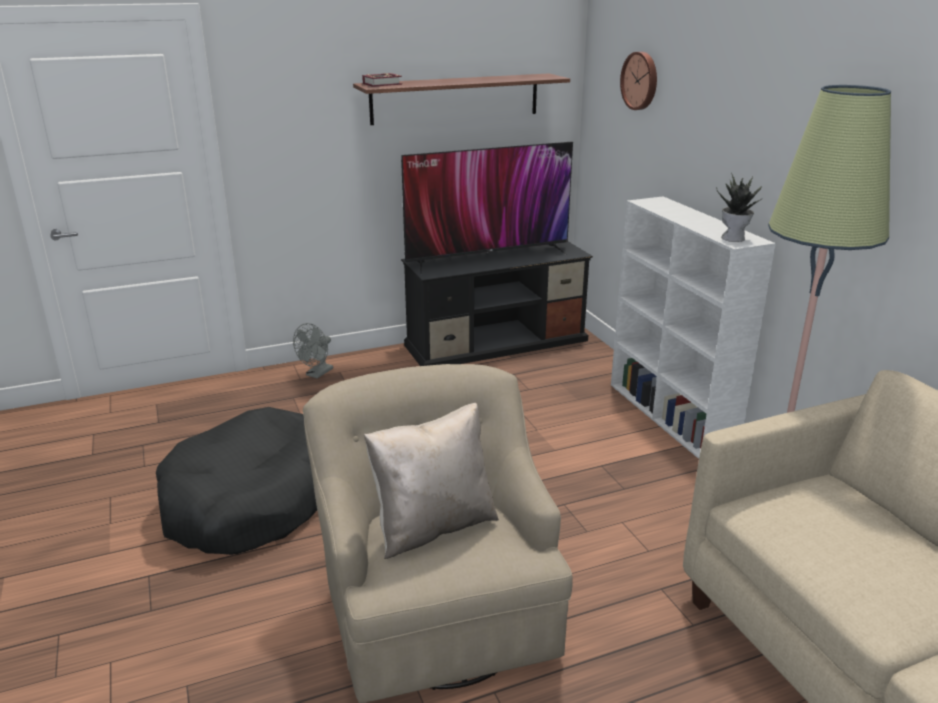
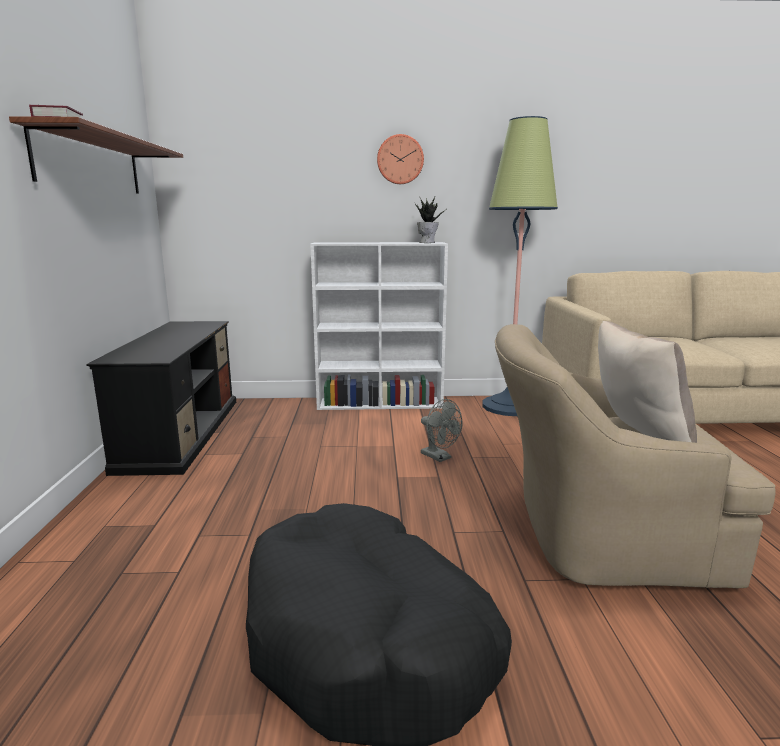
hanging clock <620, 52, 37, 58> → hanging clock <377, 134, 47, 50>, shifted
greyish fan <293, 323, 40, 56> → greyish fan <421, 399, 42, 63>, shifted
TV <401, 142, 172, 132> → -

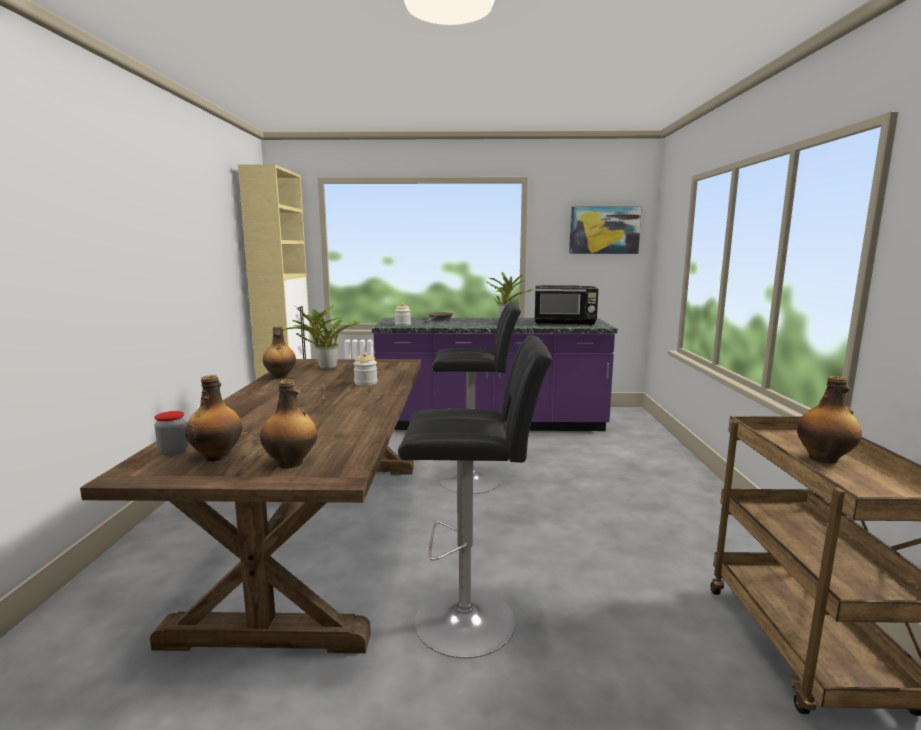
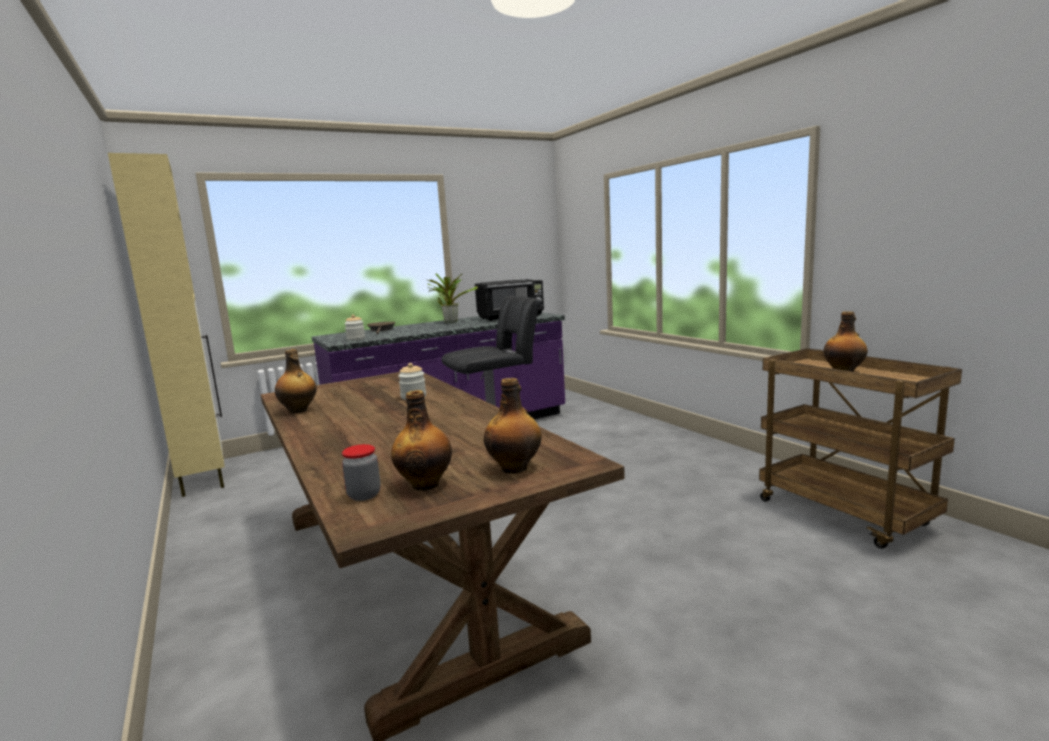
houseplant <283, 305, 77, 65> → -
blackish stool <398, 335, 155, 323> → -
picture <569, 206, 73, 48> → -

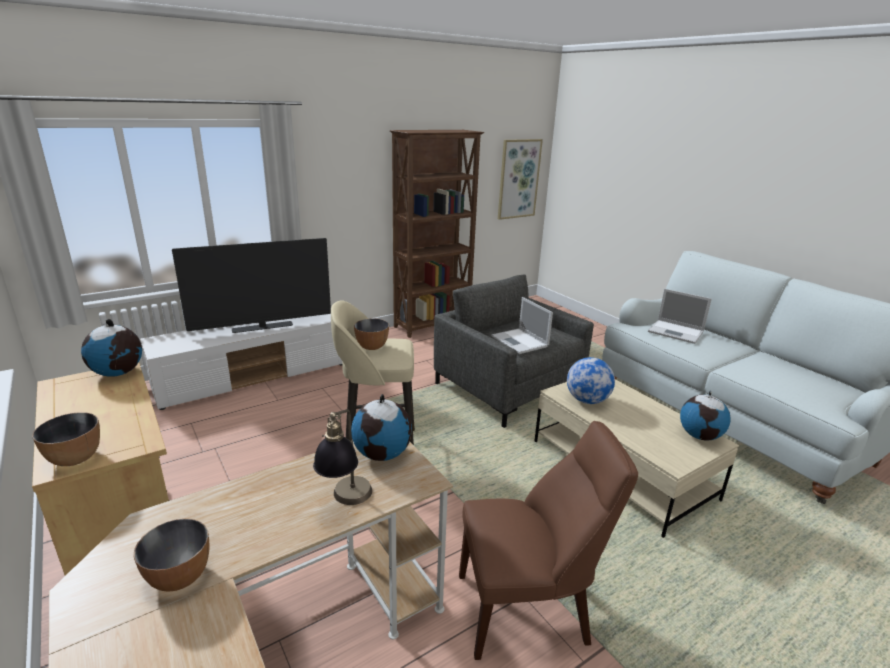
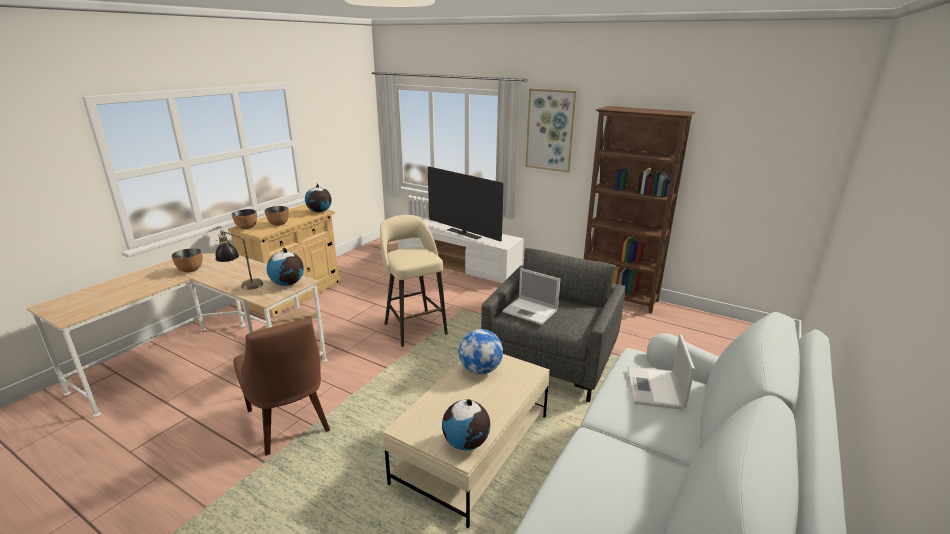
bowl <354, 319, 35, 31> → bowl <264, 206, 25, 20>, shifted
notebook computer <491, 297, 62, 57> → notebook computer <502, 268, 58, 57>, 90 degrees counterclockwise
picture <498, 139, 45, 81> → picture <525, 88, 52, 85>, shifted

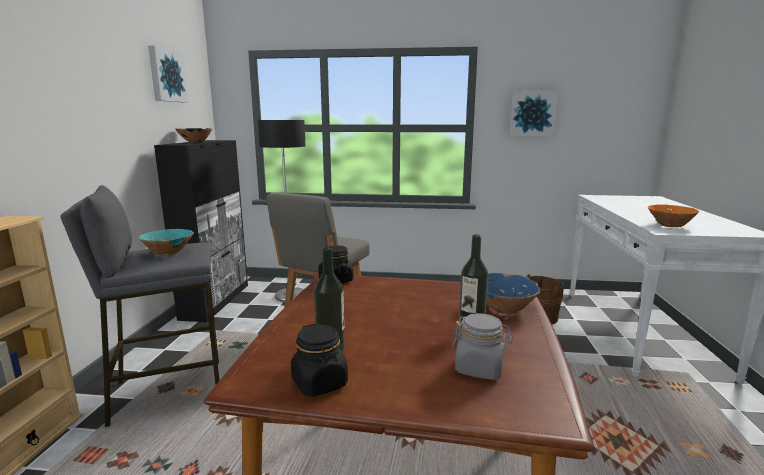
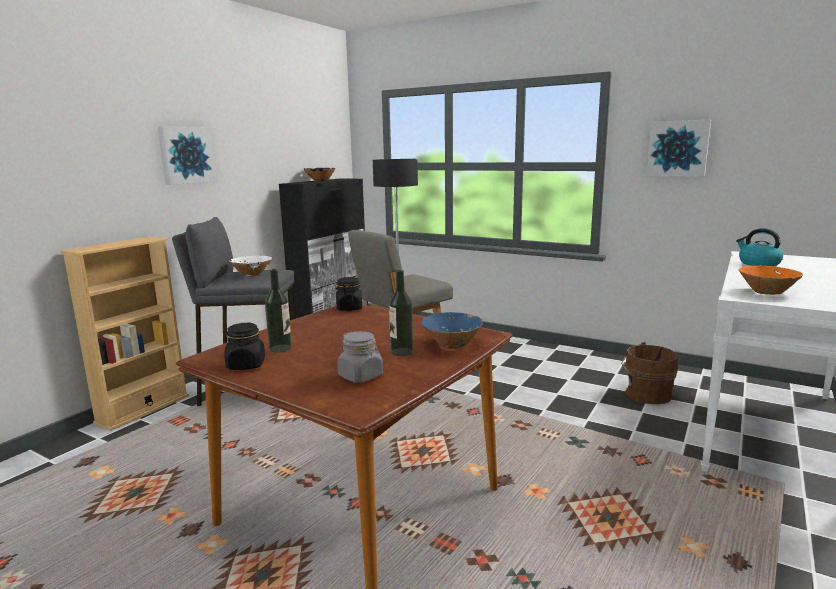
picture <148, 46, 40, 56> → picture <158, 126, 58, 59>, shifted
turquoise-coloured bowl <138, 229, 56, 26> → white bowl <230, 256, 42, 20>
- → tea kettle <736, 228, 47, 38>

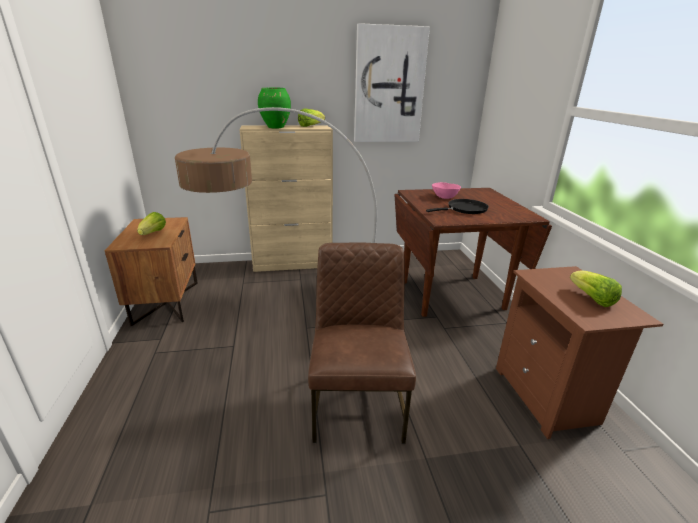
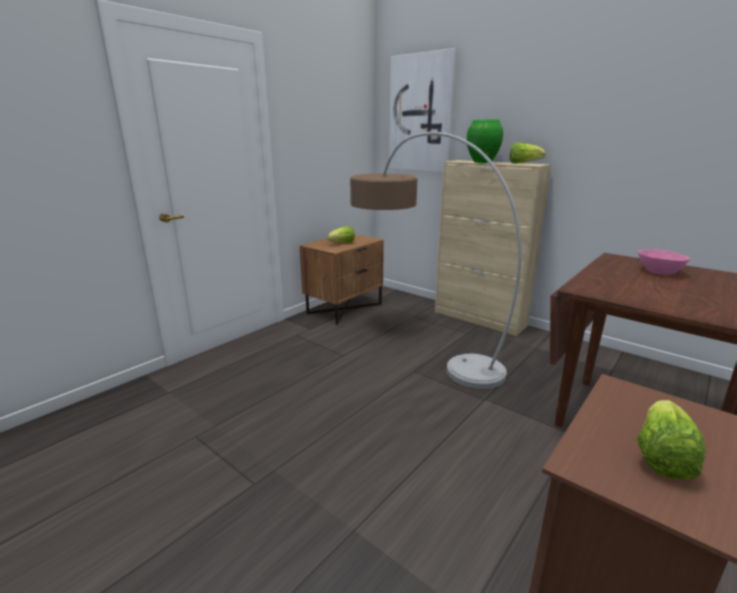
picture <354, 23, 76, 119> → picture <389, 48, 67, 124>, shifted
brownish upright chair <308, 242, 108, 202> → -
blackish skillet <426, 199, 63, 15> → -

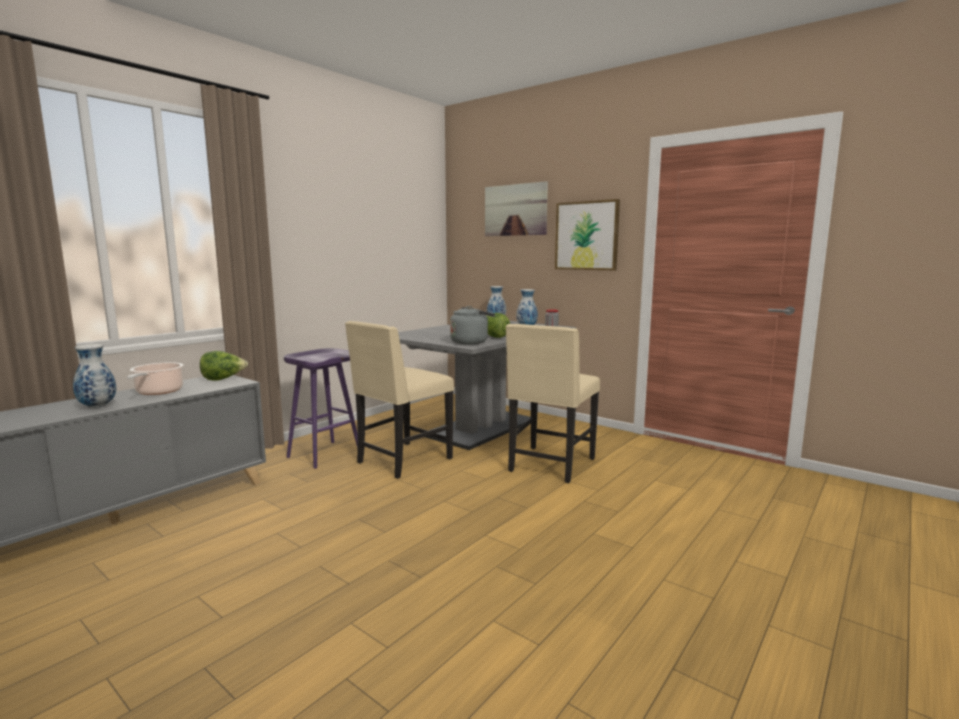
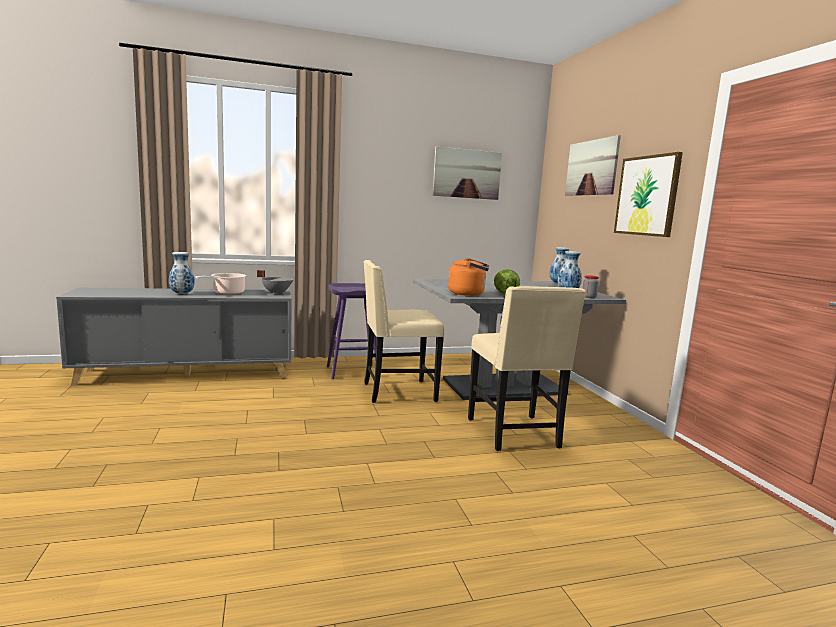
lettuce <200, 351, 48, 30> → greyish cooking pot <257, 270, 37, 24>
- → picture <433, 146, 69, 54>
greyish tea kettle <450, 306, 45, 39> → orangey tea kettle <448, 258, 42, 38>
sand-coloured upright chair <505, 324, 95, 159> → sand-coloured upright chair <468, 286, 118, 165>, 75 degrees counterclockwise

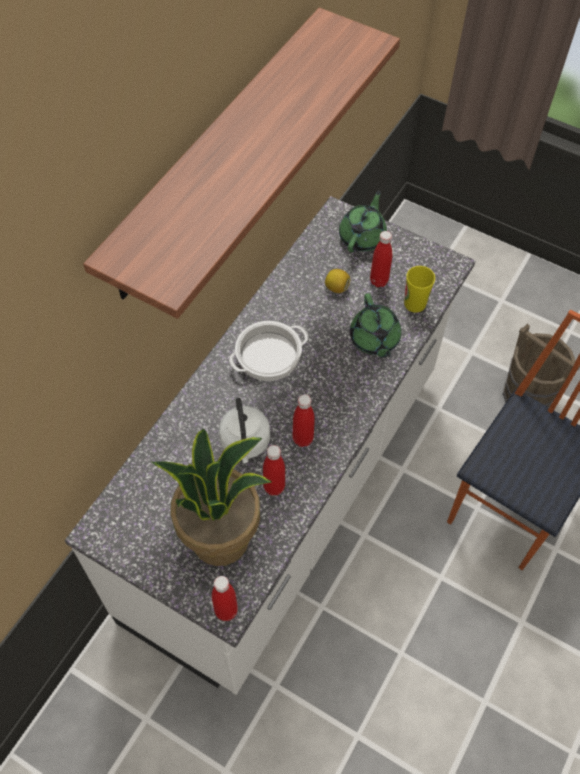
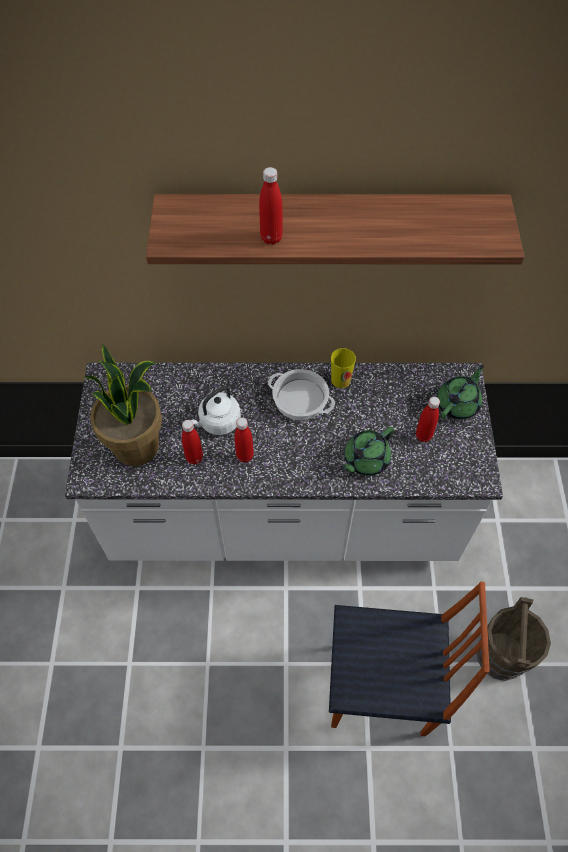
red-coloured drink bottle <212, 576, 26, 45> → red-coloured drink bottle <259, 167, 24, 78>, shifted
drinking cup <404, 266, 31, 47> → drinking cup <331, 348, 25, 40>, shifted
green-coloured teapot <339, 190, 48, 62> → green-coloured teapot <437, 365, 47, 55>, 45 degrees counterclockwise
lemon <325, 269, 25, 24> → -

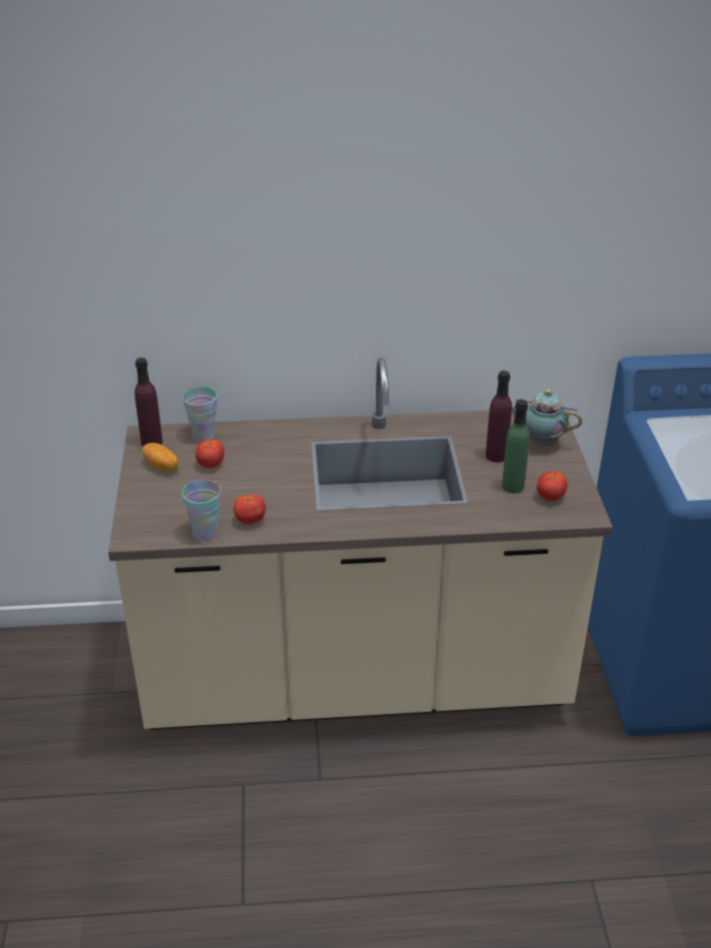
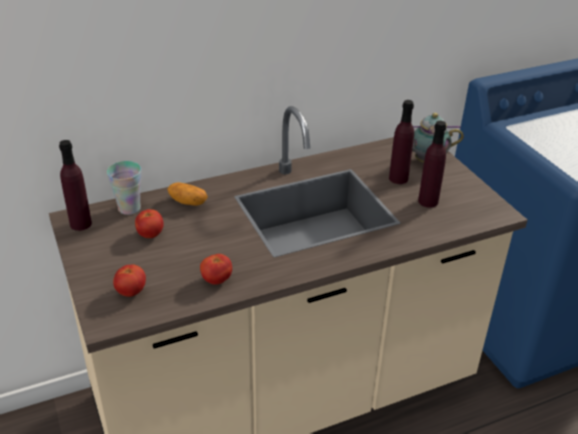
tomato <537, 471, 31, 30> → tomato <113, 264, 33, 33>, shifted
potato <142, 443, 37, 29> → potato <168, 182, 40, 24>, shifted
green-coloured drink bottle <502, 399, 28, 94> → purple drink bottle <418, 121, 28, 87>
drinking cup <182, 480, 39, 61> → -

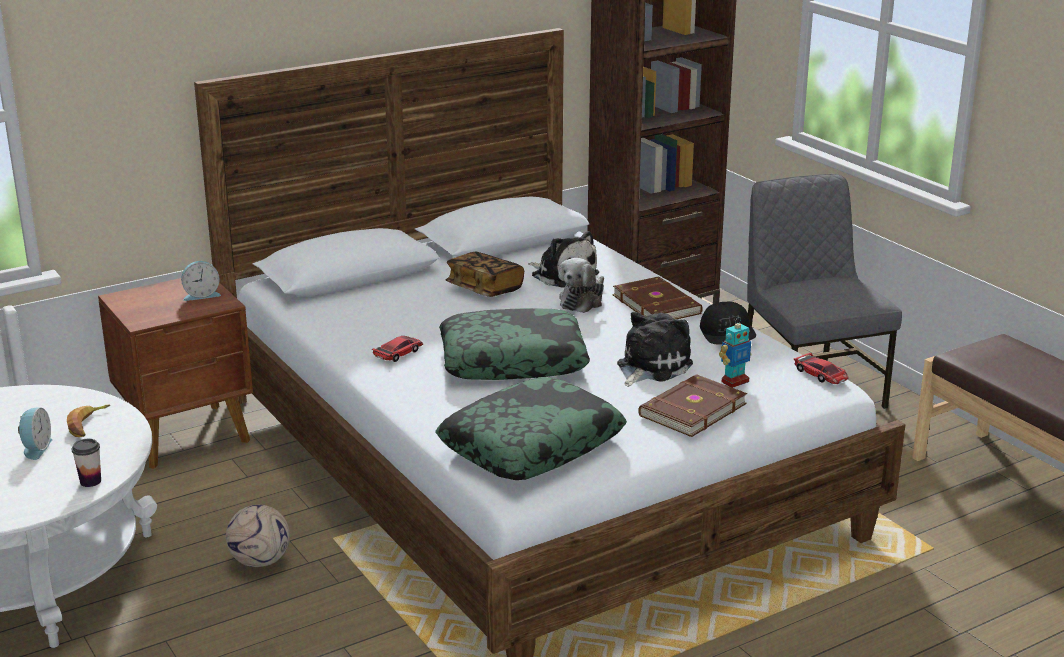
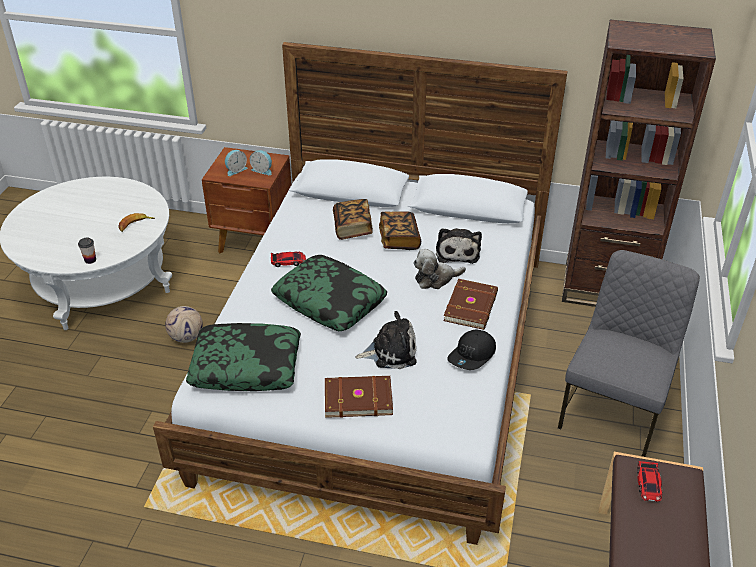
table clock <18, 407, 35, 53> → table clock <225, 150, 22, 26>, shifted
- → volume <333, 199, 40, 41>
toy car <794, 353, 54, 31> → toy car <637, 461, 26, 41>, shifted
toy robot <719, 317, 33, 71> → -

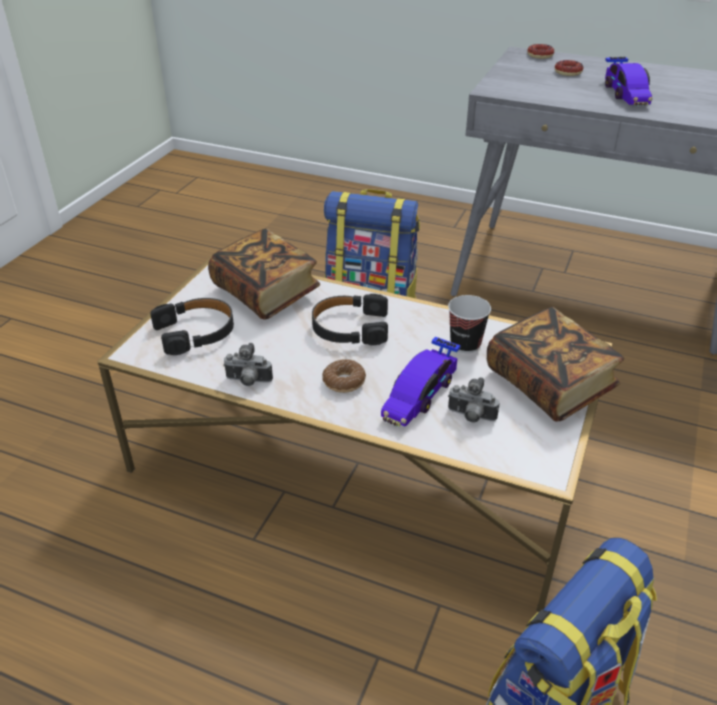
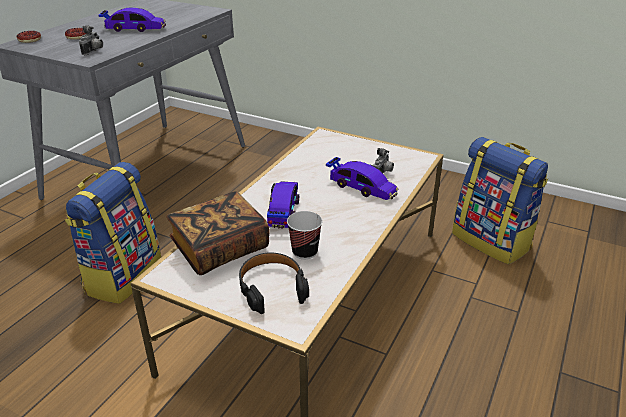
photo camera <223, 343, 50, 43> → photo camera <79, 25, 24, 30>, shifted
blackish pair of headphones <312, 293, 76, 53> → toy car <267, 181, 32, 47>
drinking cup <448, 295, 43, 58> → drinking cup <287, 211, 36, 49>, shifted
donut <322, 359, 44, 34> → -
volume <487, 307, 137, 114> → -

